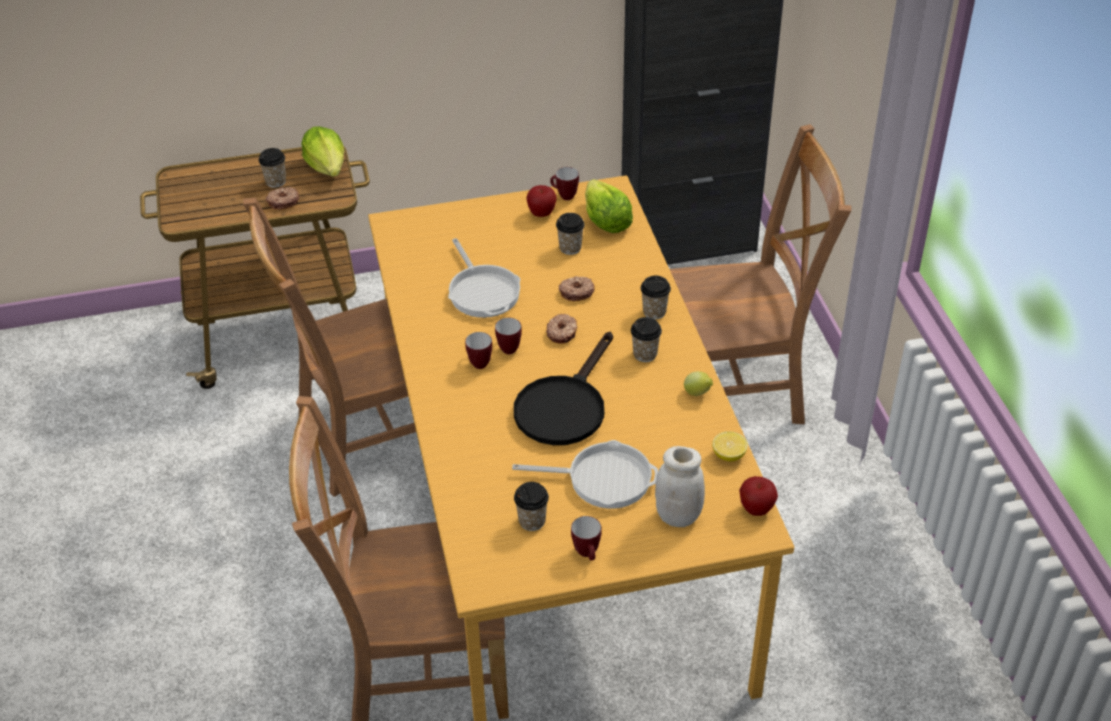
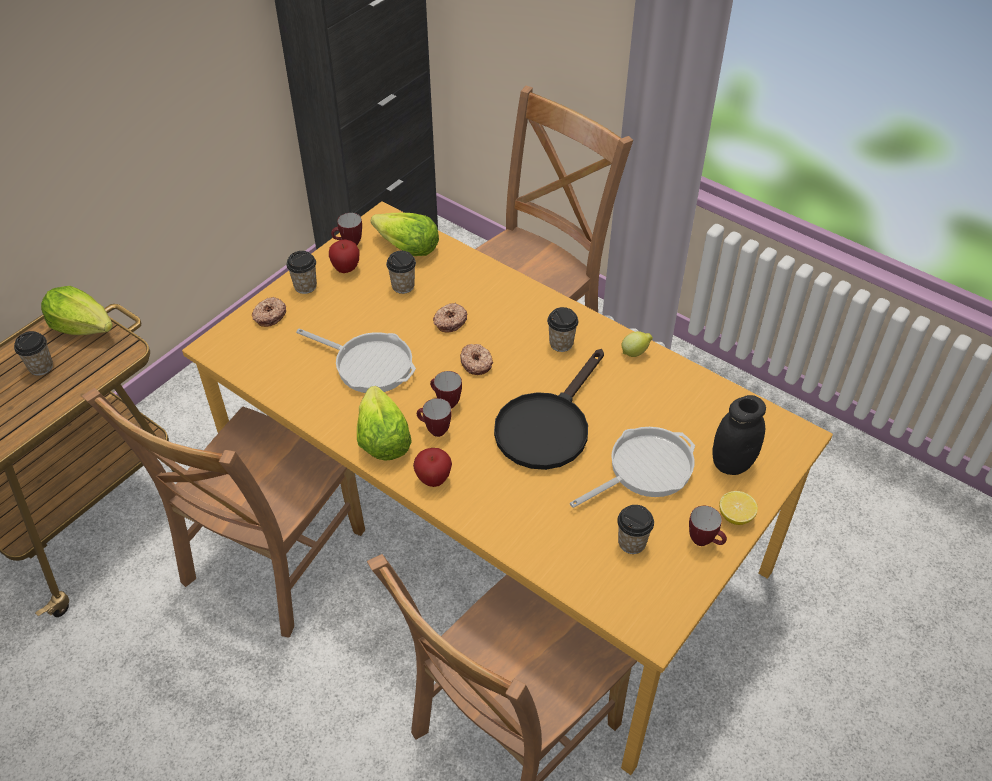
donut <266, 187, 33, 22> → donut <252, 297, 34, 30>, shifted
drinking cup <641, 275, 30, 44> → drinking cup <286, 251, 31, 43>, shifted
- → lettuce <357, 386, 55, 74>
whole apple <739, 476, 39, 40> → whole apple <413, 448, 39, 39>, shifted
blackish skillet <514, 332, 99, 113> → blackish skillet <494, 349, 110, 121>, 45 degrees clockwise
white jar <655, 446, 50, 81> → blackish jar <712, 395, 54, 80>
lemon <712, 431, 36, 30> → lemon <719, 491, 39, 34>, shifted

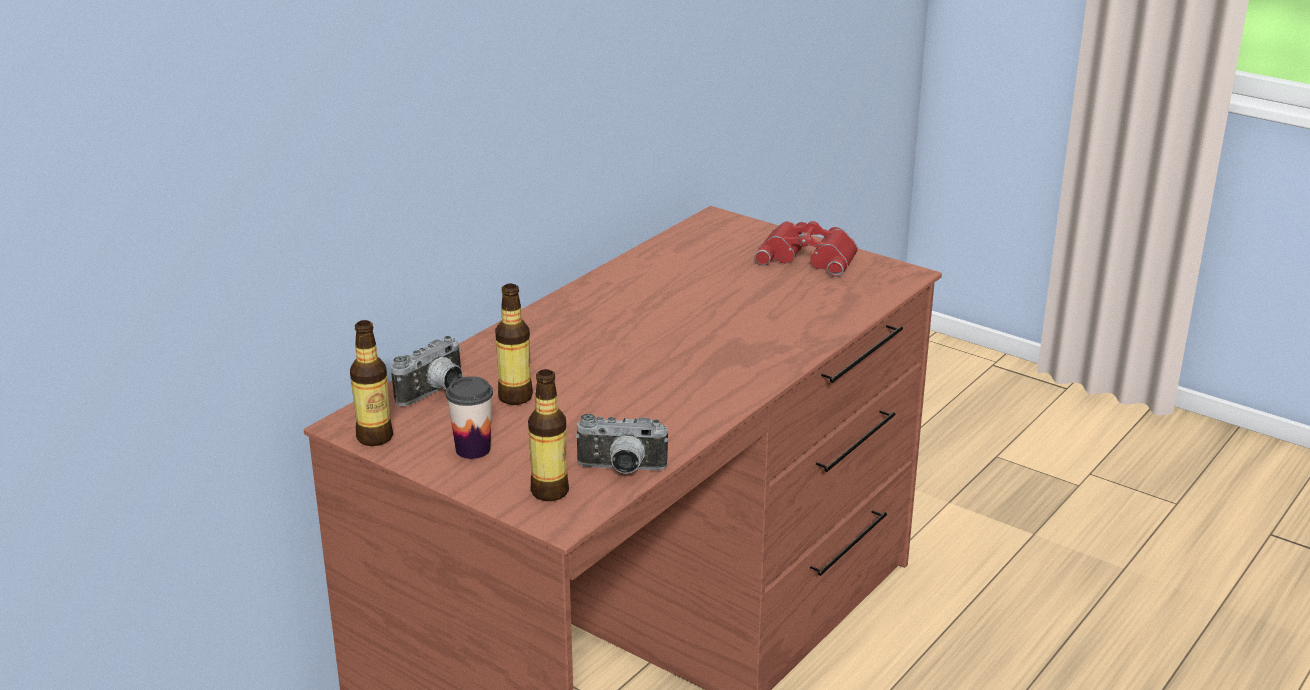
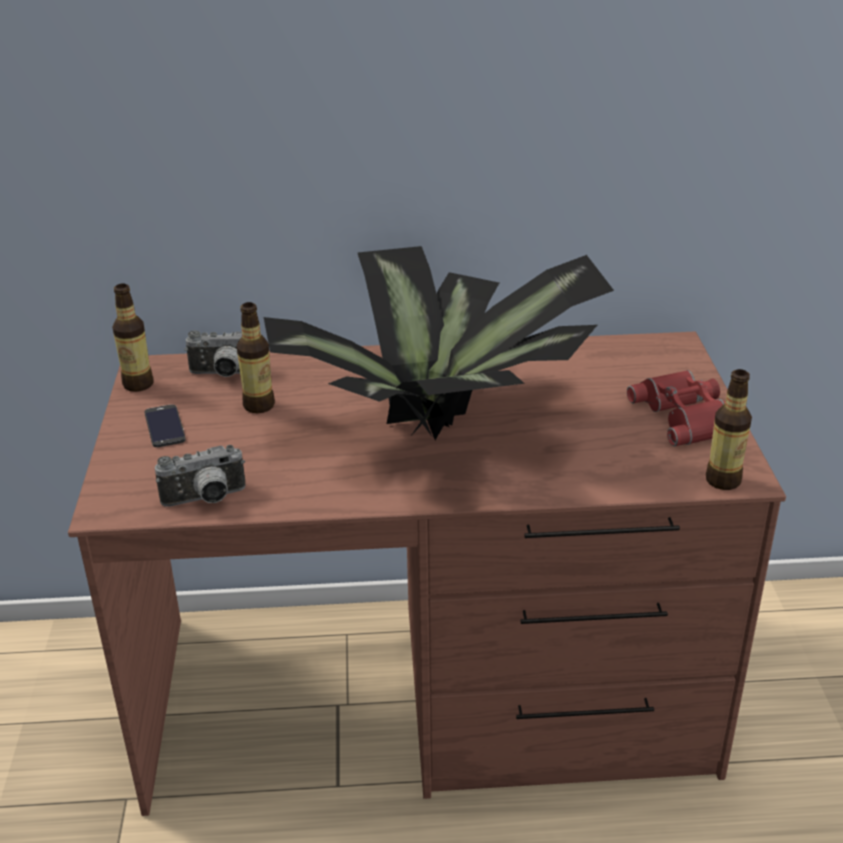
drinking cup <446, 376, 47, 83> → handset <144, 404, 42, 43>
photo camera <575, 414, 94, 60> → photo camera <155, 445, 90, 62>, 75 degrees counterclockwise
- → houseplant <264, 246, 350, 194>
drink bottle <528, 369, 41, 132> → drink bottle <706, 369, 46, 121>, shifted

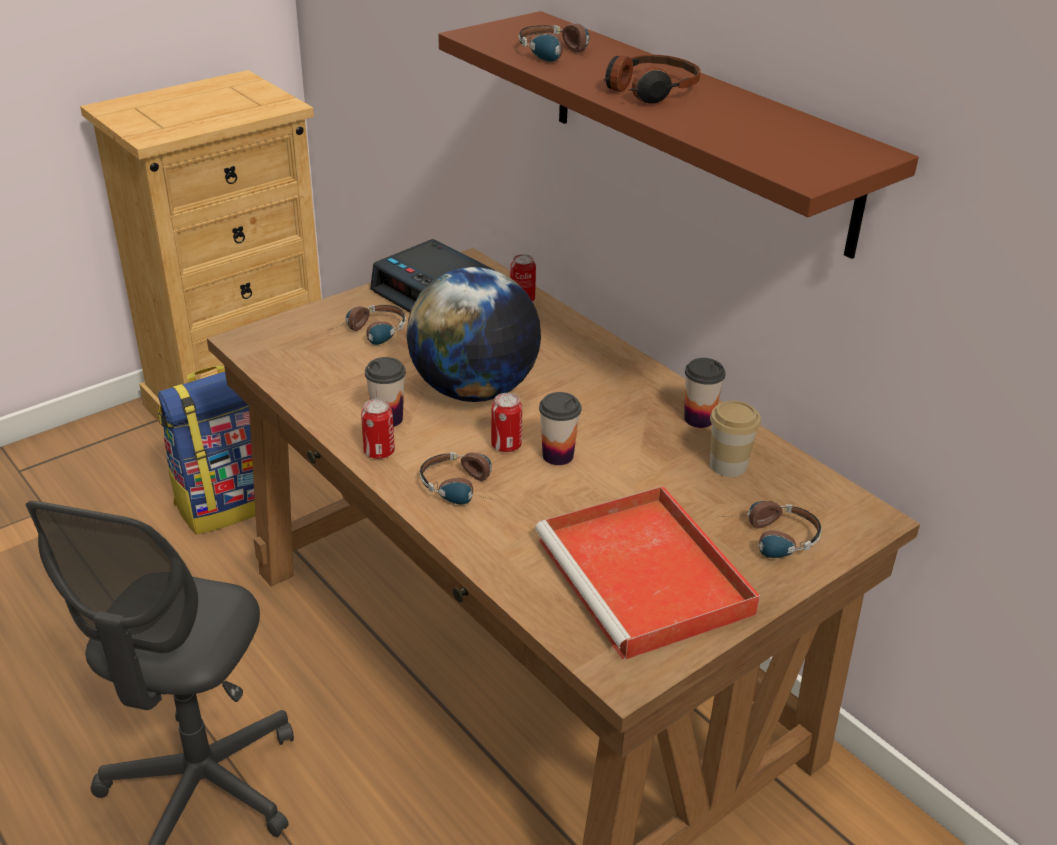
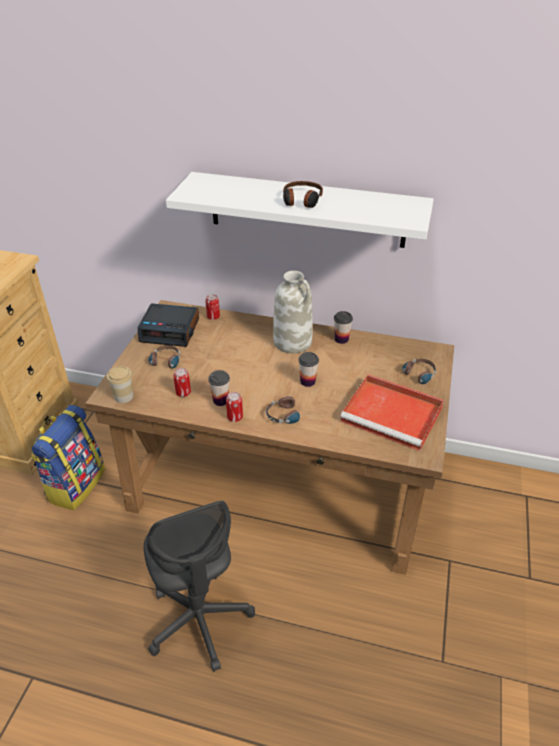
drinking cup <710, 401, 51, 76> → drinking cup <107, 366, 26, 37>, shifted
brownish shelf <438, 11, 481, 248> → white shelf <166, 172, 268, 76>
metal can <491, 393, 31, 59> → metal can <173, 368, 18, 29>, shifted
- → white decorative vase <273, 271, 40, 82>
desk globe <406, 267, 135, 135> → -
pair of headphones <519, 24, 70, 38> → -

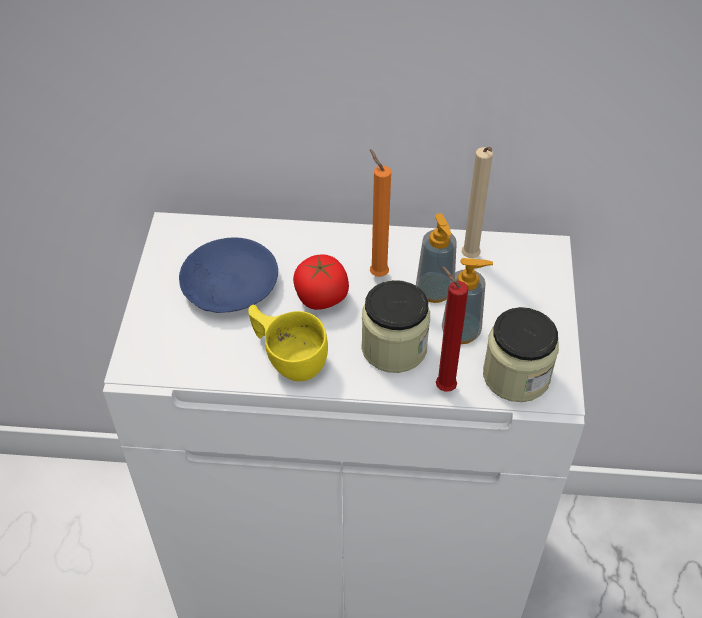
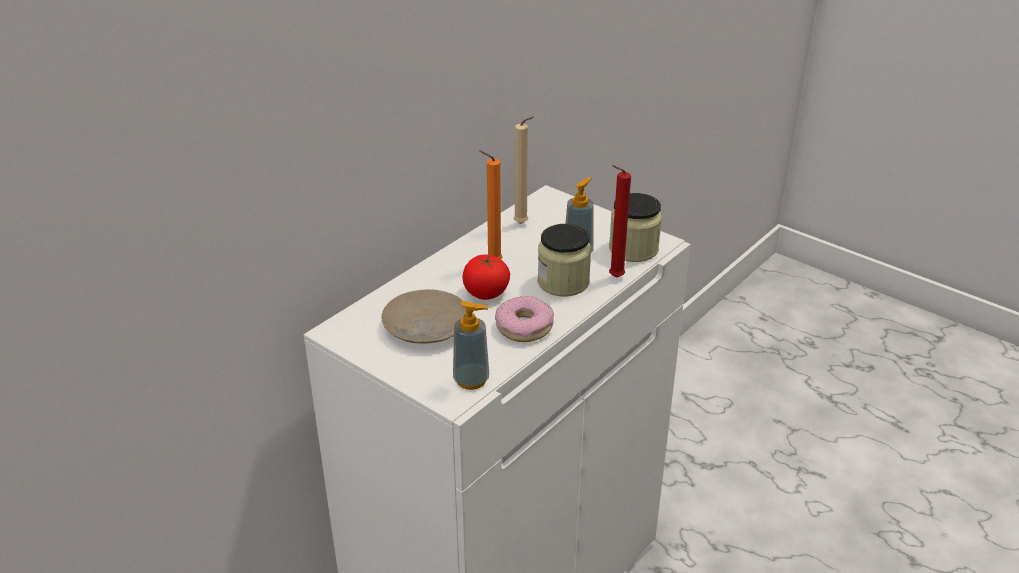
bluish plate <179, 238, 99, 75> → sand-coloured plate <381, 290, 85, 54>
liquid soap bottle <416, 213, 41, 90> → liquid soap bottle <453, 301, 36, 89>, shifted
yellowish drinking cup <248, 305, 80, 77> → donut <495, 296, 59, 46>

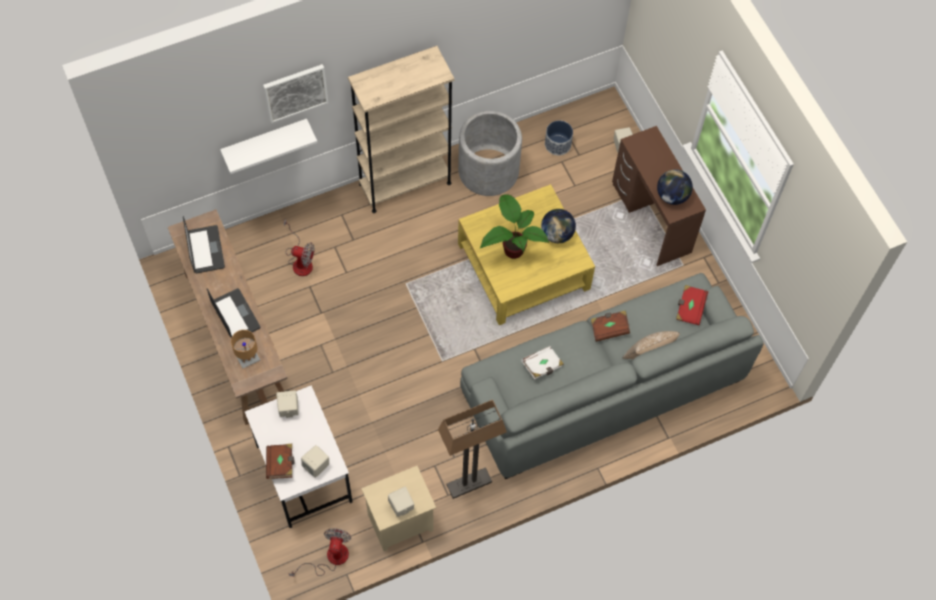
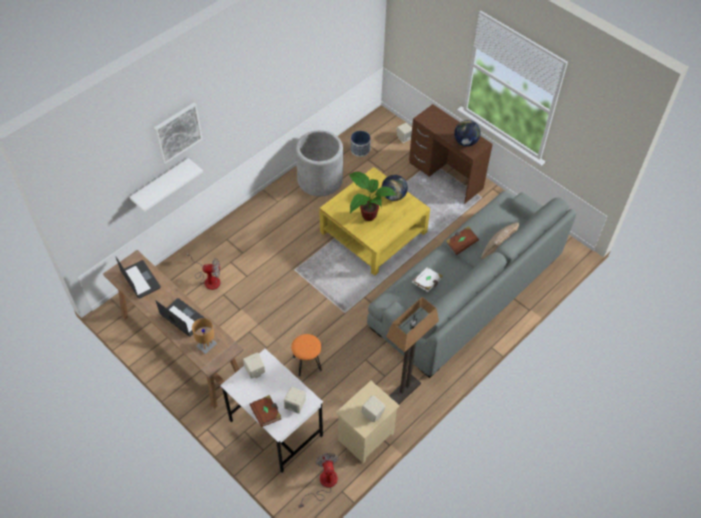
- → orangey stool <291, 334, 31, 43>
sand-coloured bookshelf <348, 46, 107, 167> → -
red-coloured volume <676, 285, 32, 40> → -

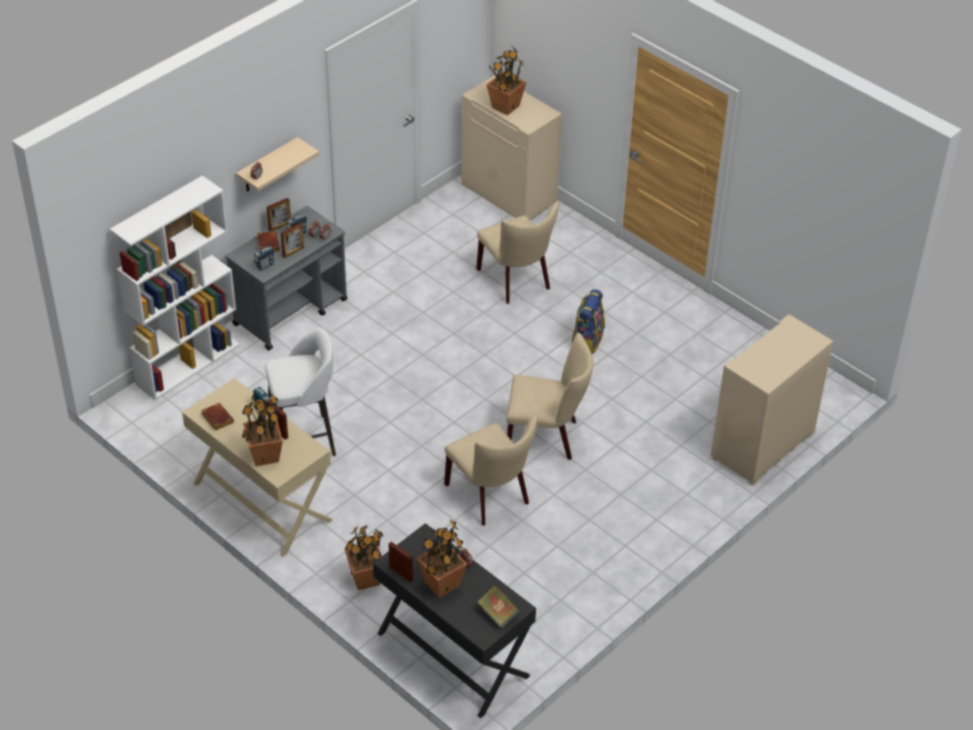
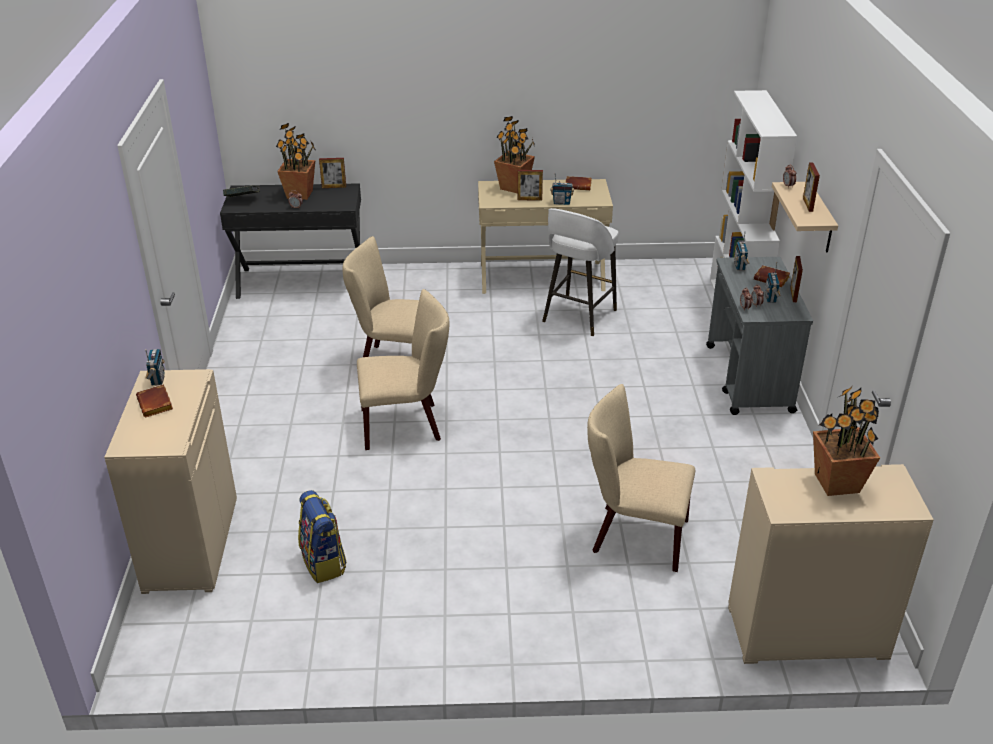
- → brownish volume <136, 384, 37, 33>
- → radio set <145, 349, 20, 37>
knapsack <572, 289, 33, 65> → knapsack <298, 490, 49, 93>, shifted
sand-coloured upright chair <506, 333, 87, 127> → sand-coloured upright chair <357, 289, 92, 161>, 150 degrees counterclockwise
standing frame <281, 223, 23, 35> → standing frame <803, 163, 17, 49>, shifted
houseplant <344, 525, 39, 65> → -

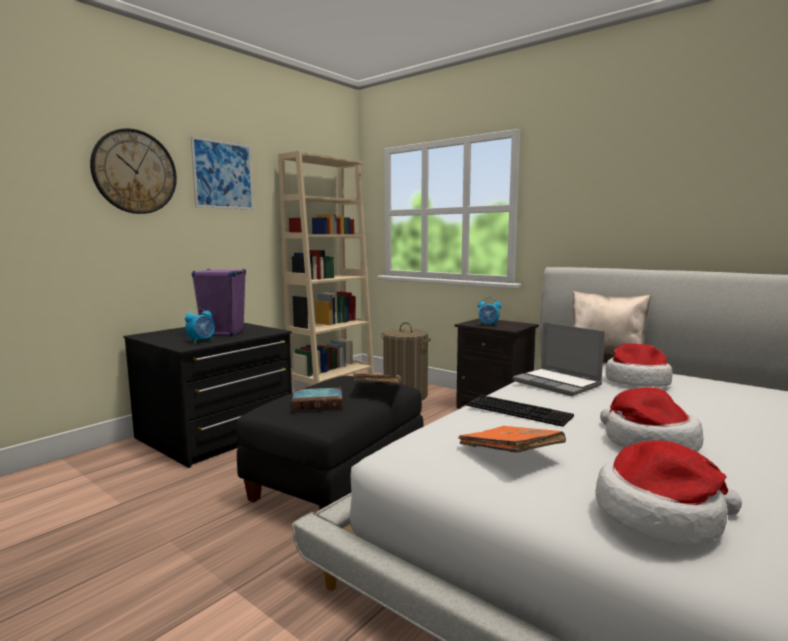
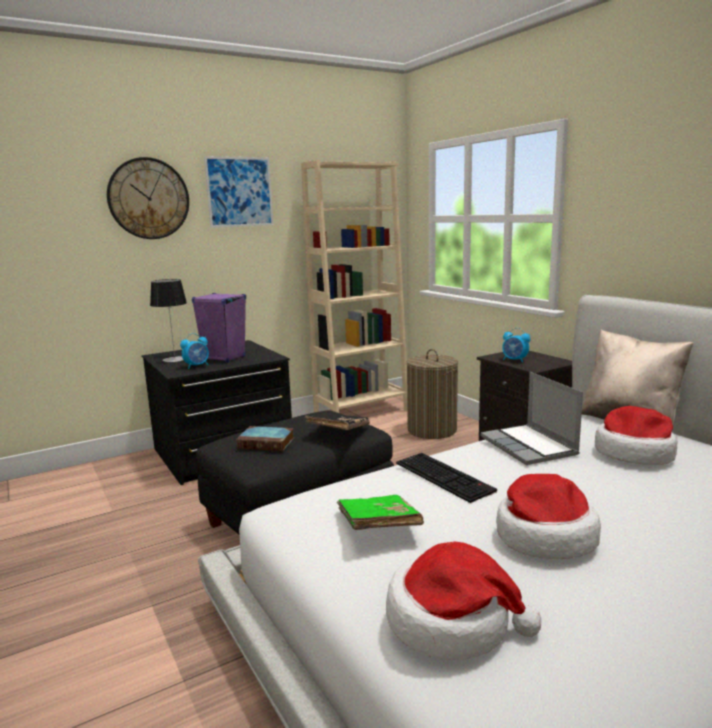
- → tabletop lamp <150, 279, 37, 83>
orangey volume <458, 426, 108, 27> → green-coloured volume <337, 495, 87, 35>

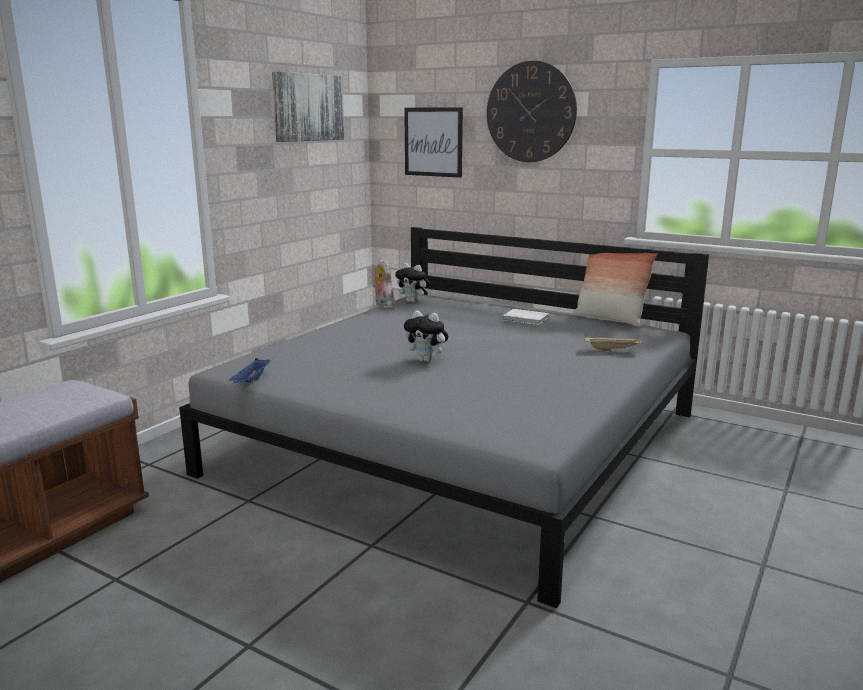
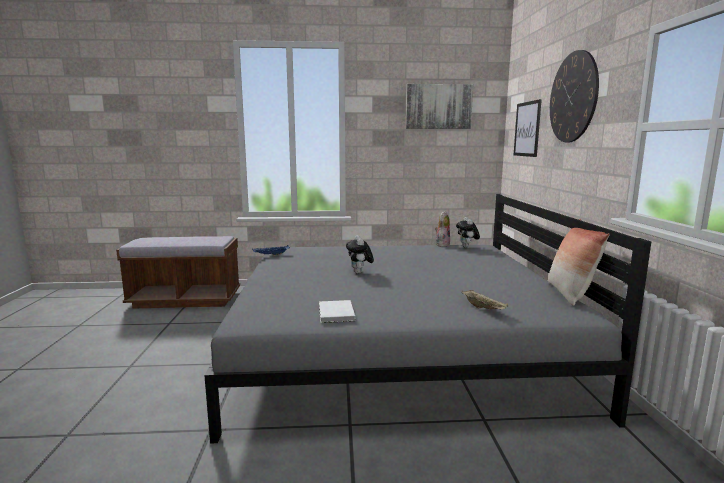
white volume <503, 309, 46, 16> → white volume <319, 300, 36, 23>, shifted

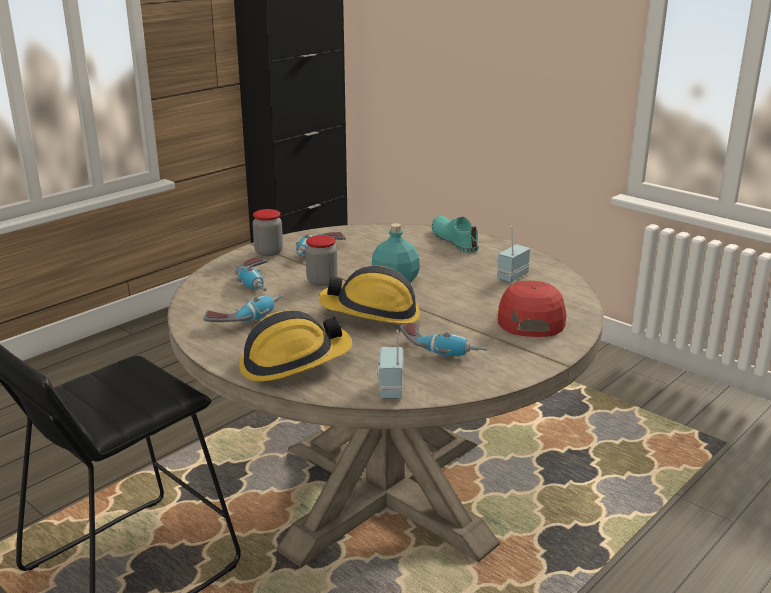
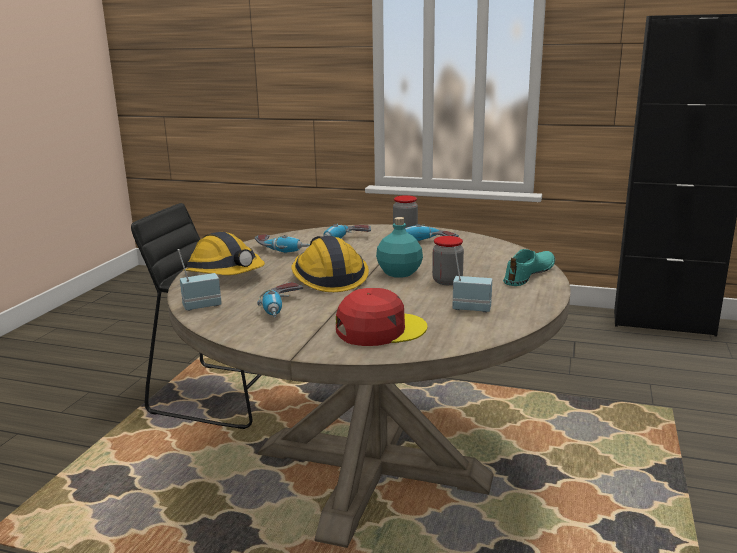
jar <305, 235, 33, 51> → jar <432, 236, 32, 49>, shifted

